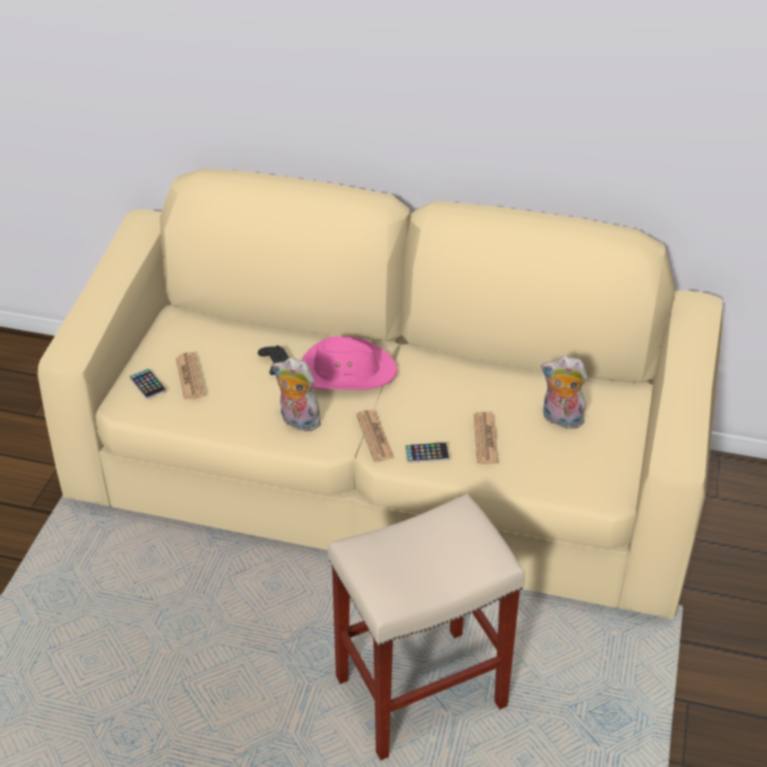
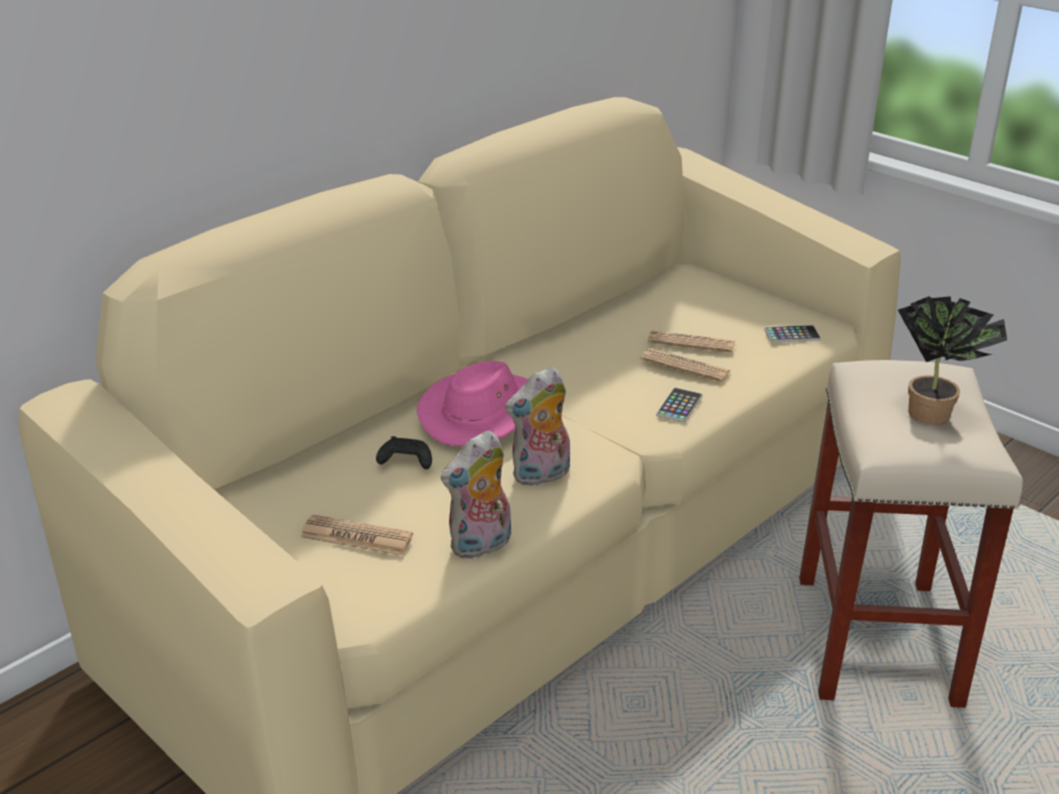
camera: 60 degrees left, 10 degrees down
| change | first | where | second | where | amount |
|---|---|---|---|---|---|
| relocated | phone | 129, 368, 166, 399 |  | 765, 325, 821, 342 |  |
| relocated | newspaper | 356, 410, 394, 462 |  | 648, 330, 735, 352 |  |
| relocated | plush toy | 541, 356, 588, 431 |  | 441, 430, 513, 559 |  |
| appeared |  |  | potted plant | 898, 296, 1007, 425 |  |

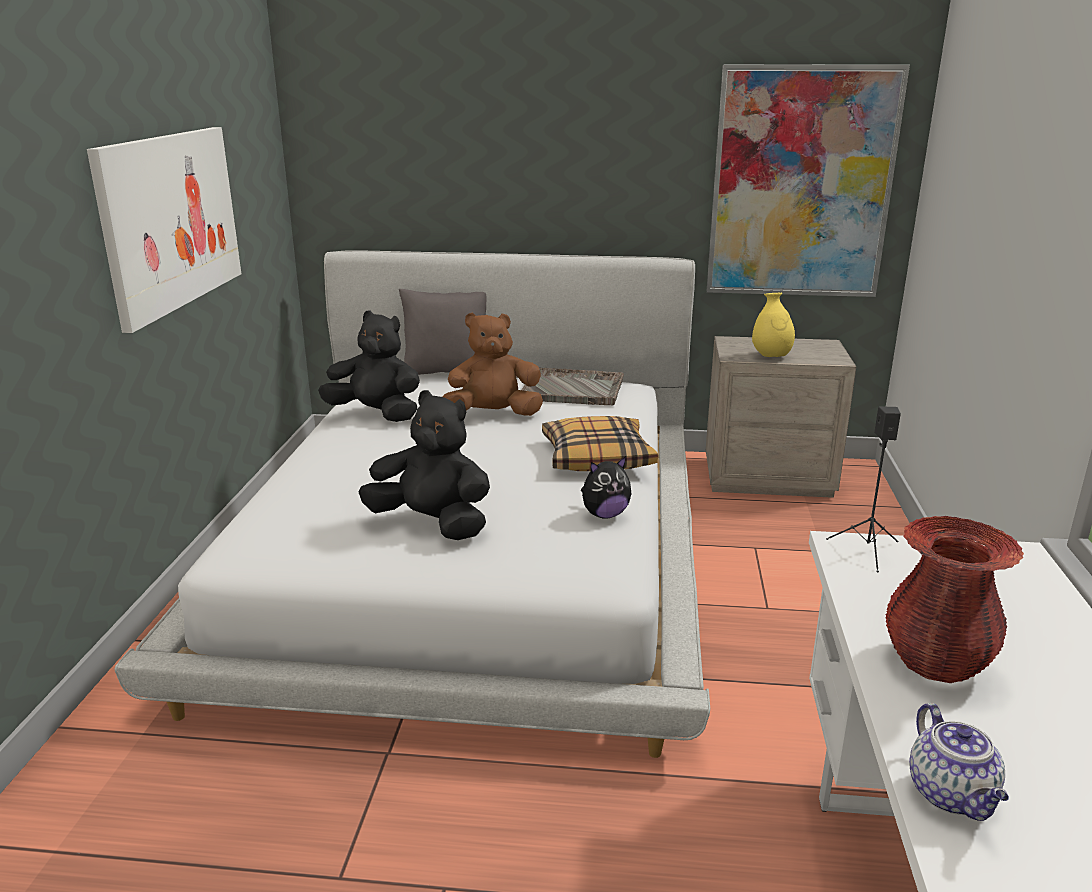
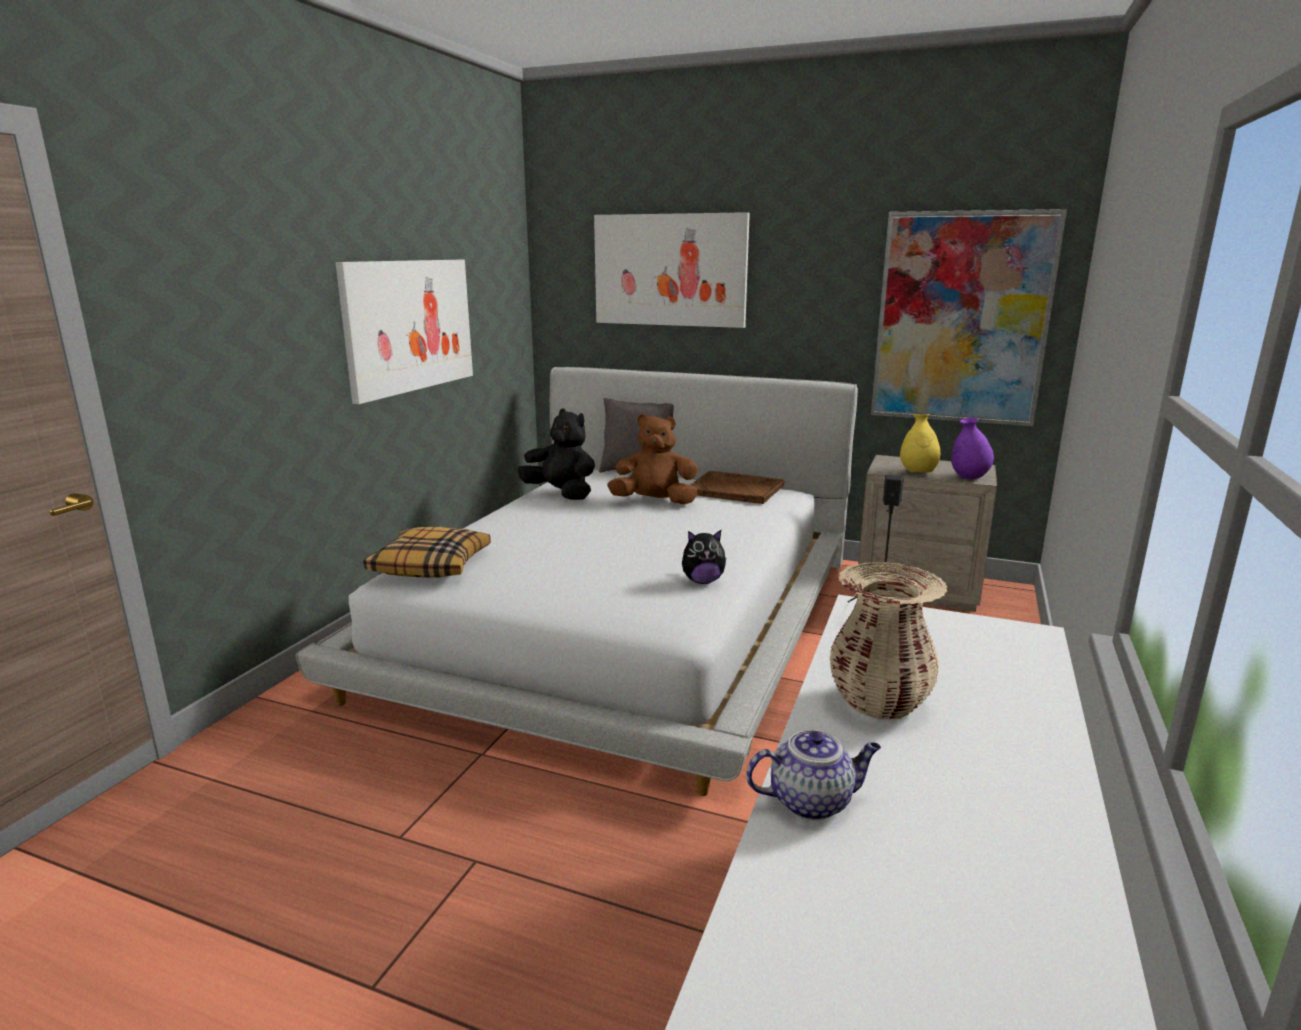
camera: 15 degrees right, 5 degrees down
| change | first | where | second | where | amount |
|---|---|---|---|---|---|
| missing | plush toy/black | 359, 390, 490, 540 |  |  |  |
| colour | tray/grey | 522, 367, 624, 405 | tray/brown | 690, 471, 785, 504 |  |
| relocated | pillow | 542, 416, 658, 471 |  | 363, 527, 491, 578 |  |
| colour | vase/red | 885, 516, 1024, 683 | vase/beige | 829, 562, 948, 719 |  |
| spun | teapot | 909, 703, 1009, 821 |  | 746, 730, 881, 820 | 105 degrees counterclockwise |
| appeared |  |  | picture | 594, 212, 750, 328 |  |
| appeared |  |  | vase/purple | 951, 418, 994, 479 |  |

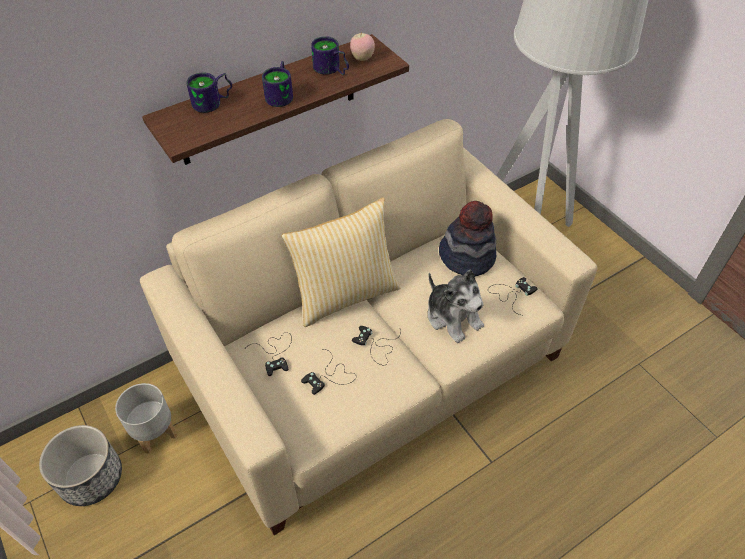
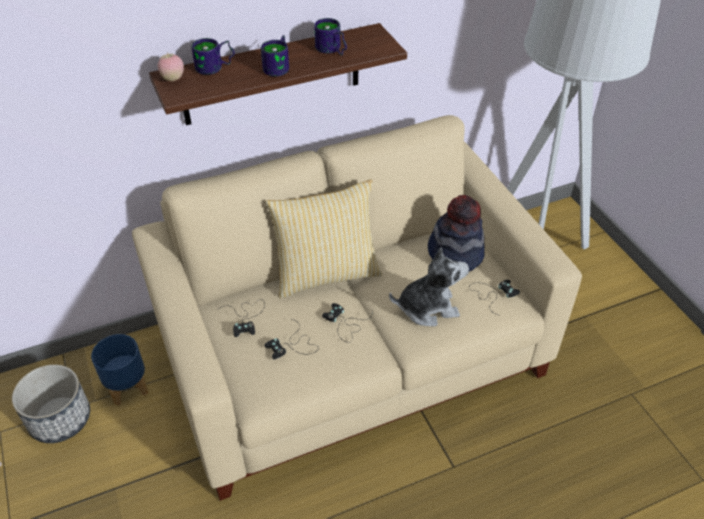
camera: 10 degrees right, 5 degrees down
| change | first | where | second | where | amount |
|---|---|---|---|---|---|
| colour | planter/grey | 115, 383, 177, 454 | planter/blue | 91, 334, 148, 406 |  |
| relocated | apple | 350, 33, 375, 61 |  | 157, 54, 184, 81 |  |
| spun | plush toy | 428, 270, 484, 343 |  | 389, 248, 469, 326 | 75 degrees counterclockwise |

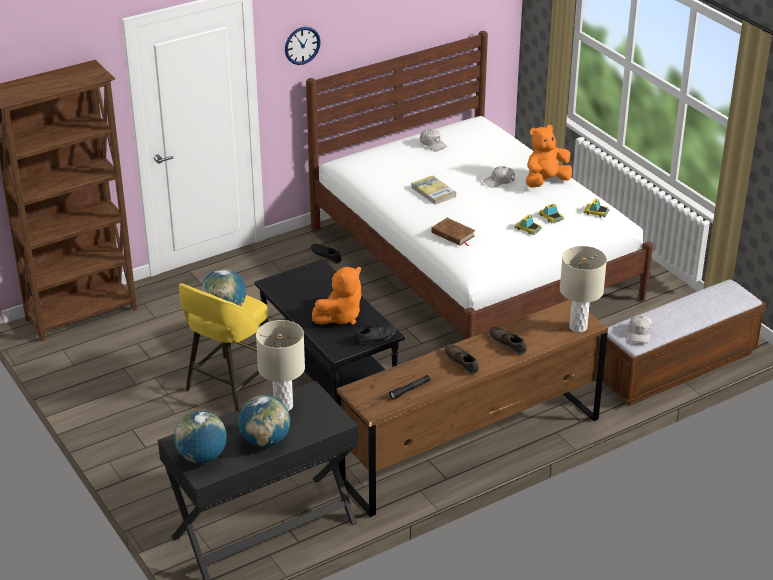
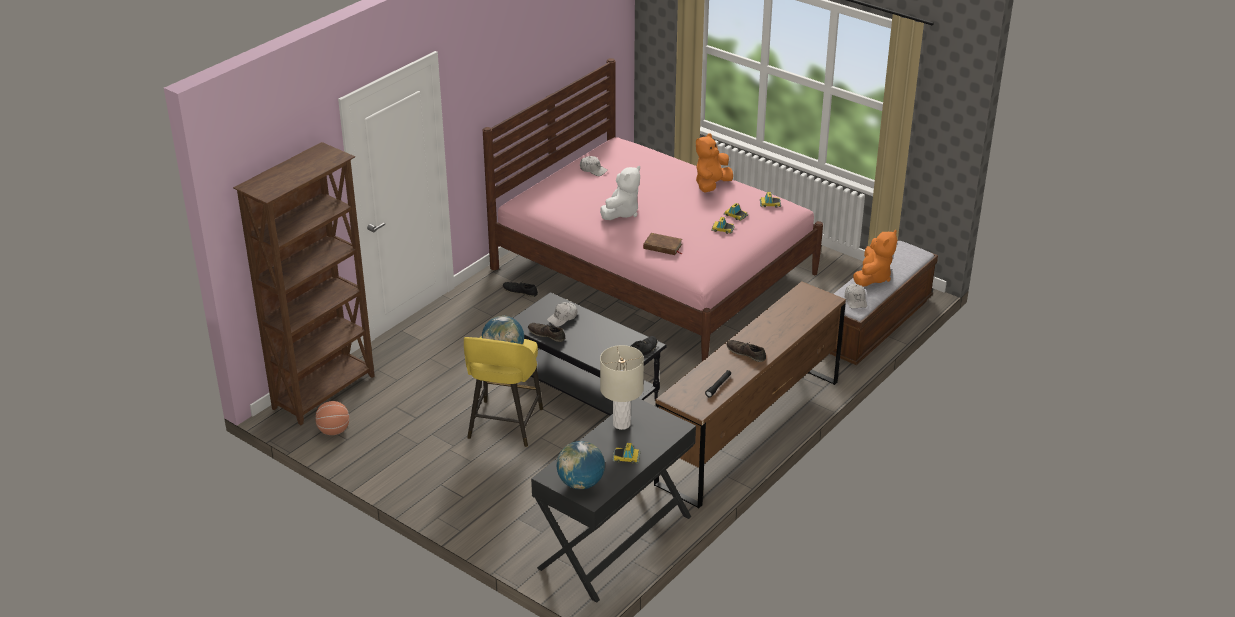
camera: 20 degrees left, 0 degrees up
| change | first | where | second | where | amount |
|---|---|---|---|---|---|
| exchanged | globe | 238, 395, 290, 447 | toy car | 612, 443, 641, 464 |  |
| missing | wall clock | 285, 27, 321, 65 |  |  |  |
| colour | bed/white | 306, 31, 653, 340 | bed/pink | 483, 58, 823, 361 |  |
| relocated | plush toy/orange | 312, 267, 362, 325 |  | 853, 230, 897, 286 |  |
| exchanged | book | 411, 175, 456, 205 | plush toy/white | 600, 166, 640, 220 |  |
| relocated | cap/white | 483, 166, 515, 188 |  | 547, 302, 577, 327 |  |
| relocated | shoe/brown | 489, 327, 527, 355 |  | 528, 323, 565, 342 |  |
| missing | table lamp/beige | 560, 246, 607, 332 |  |  |  |
| appeared |  |  | basketball | 315, 401, 349, 435 |  |

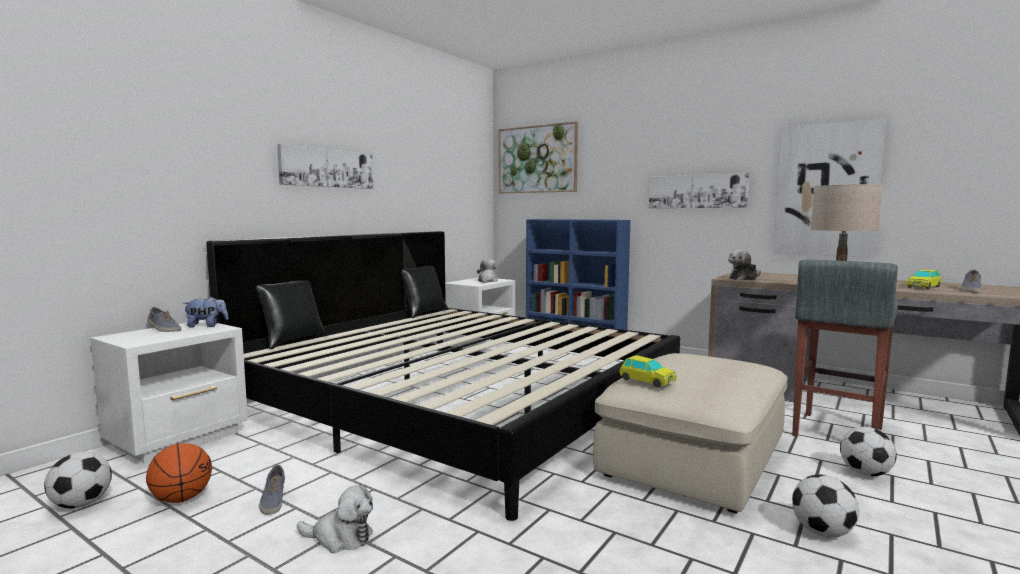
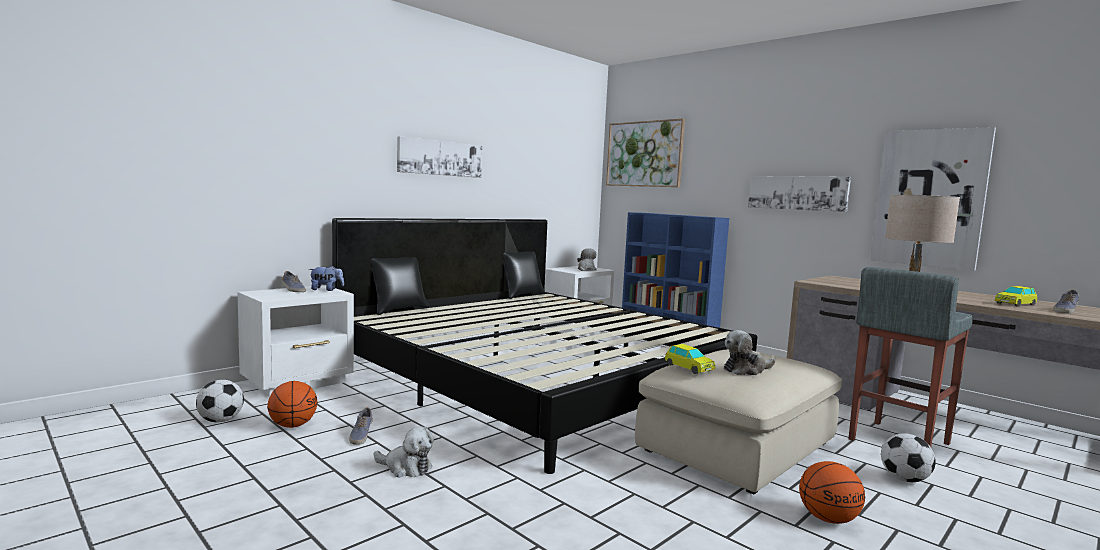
camera: 10 degrees right, 0 degrees up
| change | first | where | second | where | amount |
|---|---|---|---|---|---|
| relocated | plush toy | 728, 249, 761, 280 |  | 724, 330, 775, 375 |  |
| exchanged | football | 792, 475, 859, 537 | basketball | 799, 461, 865, 524 |  |

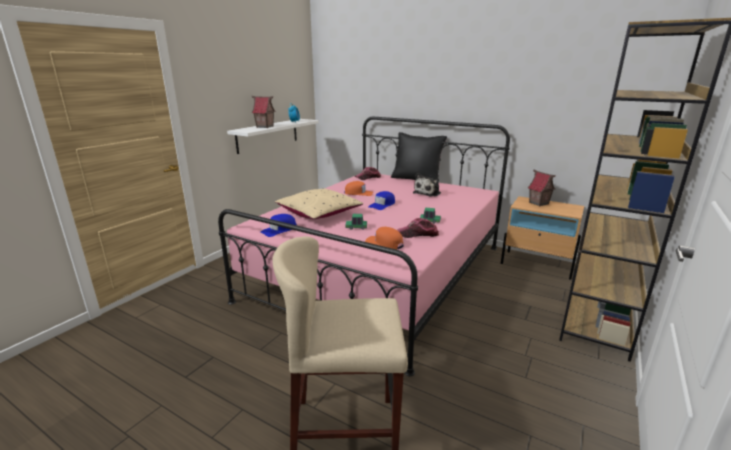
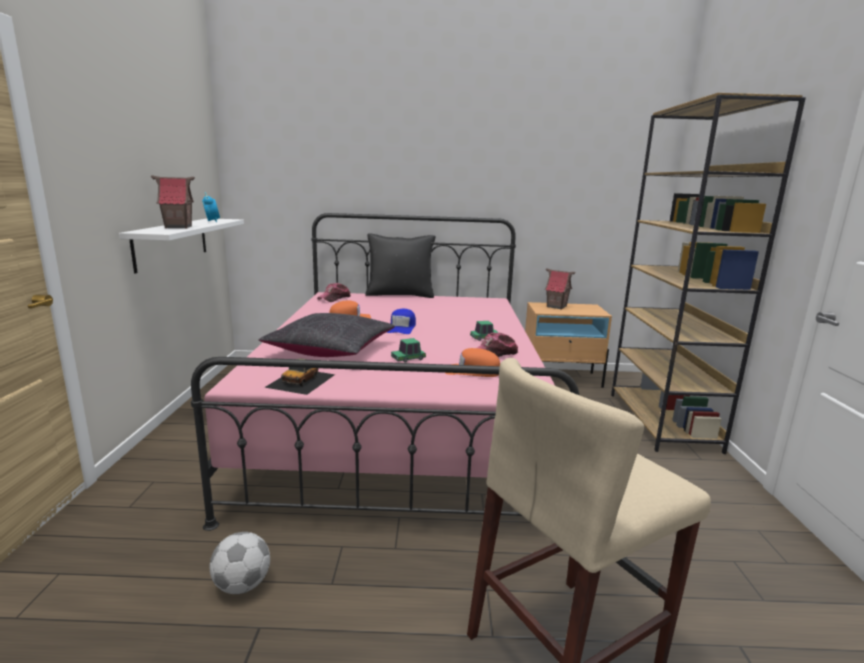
camera: 30 degrees left, 5 degrees down
| change | first | where | second | where | amount |
|---|---|---|---|---|---|
| exchanged | cap/blue | 260, 214, 297, 237 | toy car | 264, 358, 335, 395 |  |
| colour | pillow/beige | 275, 188, 363, 219 | pillow/black | 259, 313, 395, 357 |  |
| missing | plush toy | 413, 173, 441, 197 |  |  |  |
| appeared |  |  | football | 209, 532, 270, 594 |  |

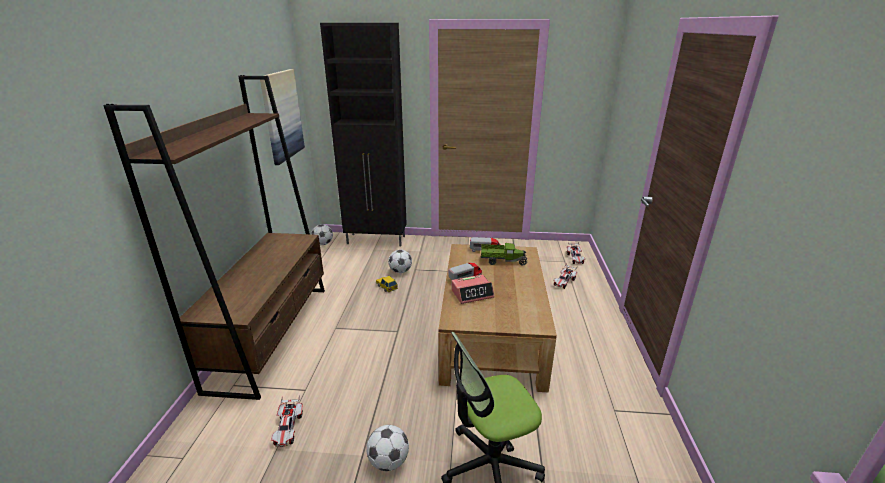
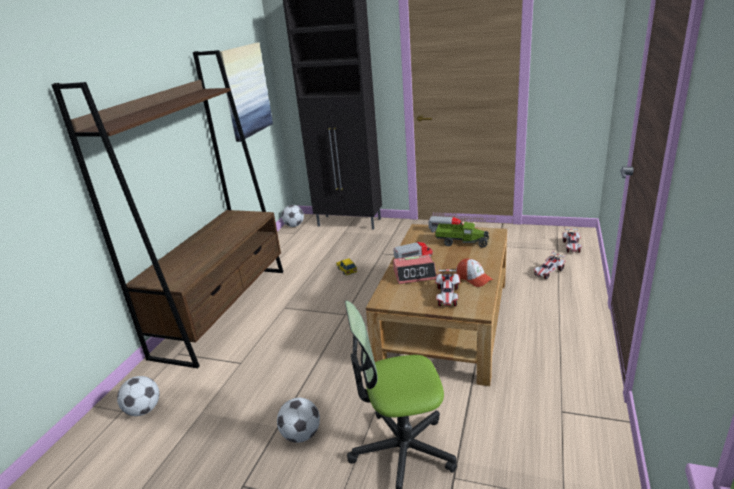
camera: 15 degrees right, 0 degrees up
| change | first | where | second | where | amount |
|---|---|---|---|---|---|
| relocated | toy car | 271, 395, 303, 447 |  | 435, 266, 460, 307 |  |
| relocated | football | 388, 250, 412, 273 |  | 117, 376, 159, 416 |  |
| appeared |  |  | cap | 457, 259, 493, 287 |  |

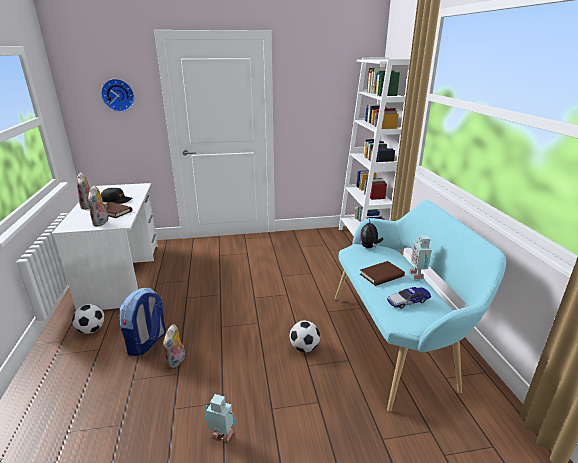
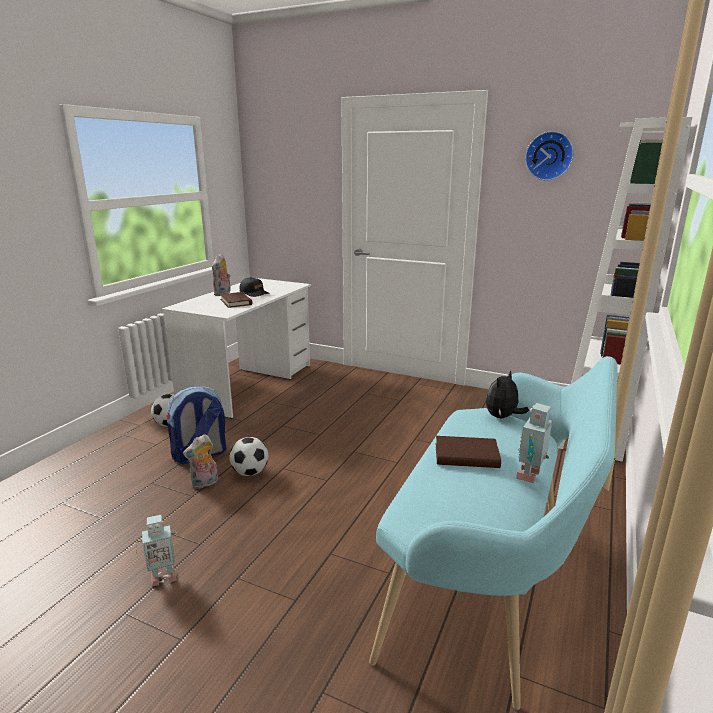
camera: 35 degrees right, 5 degrees down
| change | first | where | second | where | amount |
|---|---|---|---|---|---|
| missing | plush toy | 88, 186, 108, 226 |  |  |  |
| relocated | wall clock | 101, 79, 135, 112 |  | 525, 131, 574, 180 |  |
| spun | toy robot | 205, 394, 235, 442 |  | 135, 515, 180, 586 | 105 degrees clockwise |
| relocated | football | 290, 321, 320, 352 |  | 229, 437, 268, 476 |  |
| missing | toy car | 387, 287, 431, 309 |  |  |  |

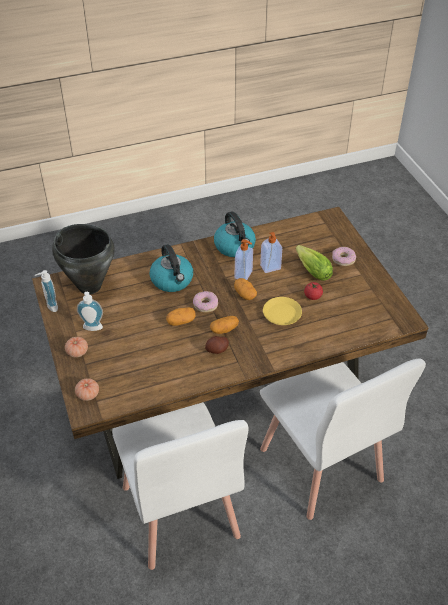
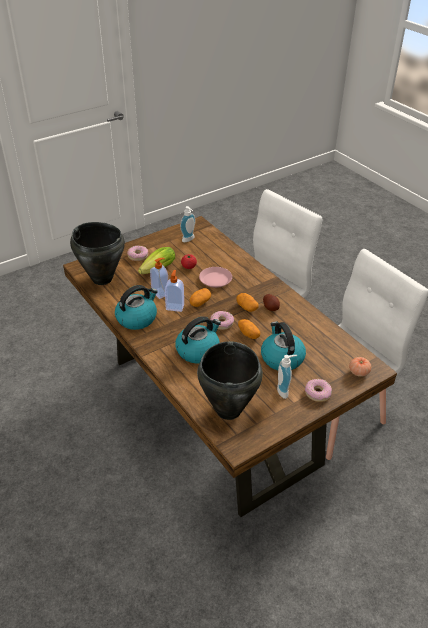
camera: 105 degrees left, 5 degrees down
| change | first | where | second | where | amount |
|---|---|---|---|---|---|
| relocated | soap dispenser | 35, 270, 58, 312 |  | 180, 206, 196, 242 |  |
| exchanged | tomato | 65, 337, 88, 357 | donut | 305, 379, 332, 402 |  |
| colour | plate/yellow | 263, 297, 302, 325 | plate/pink | 199, 267, 232, 288 |  |
| appeared |  |  | cooking pot/black | 70, 222, 125, 285 |  |
| appeared |  |  | kettle | 261, 322, 306, 370 |  |

